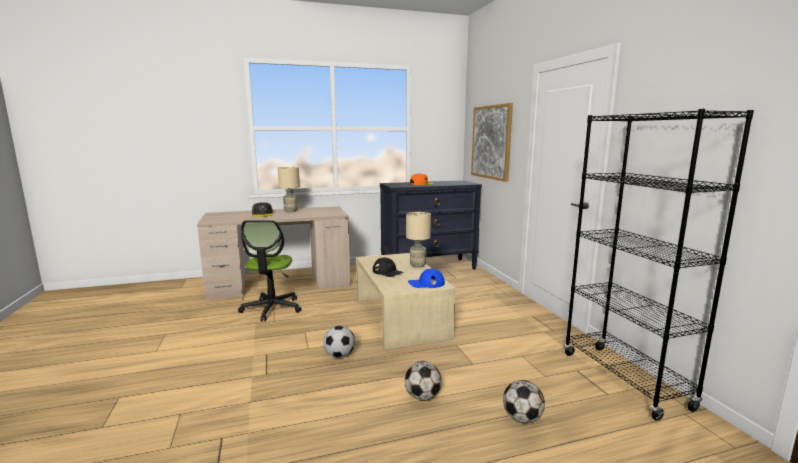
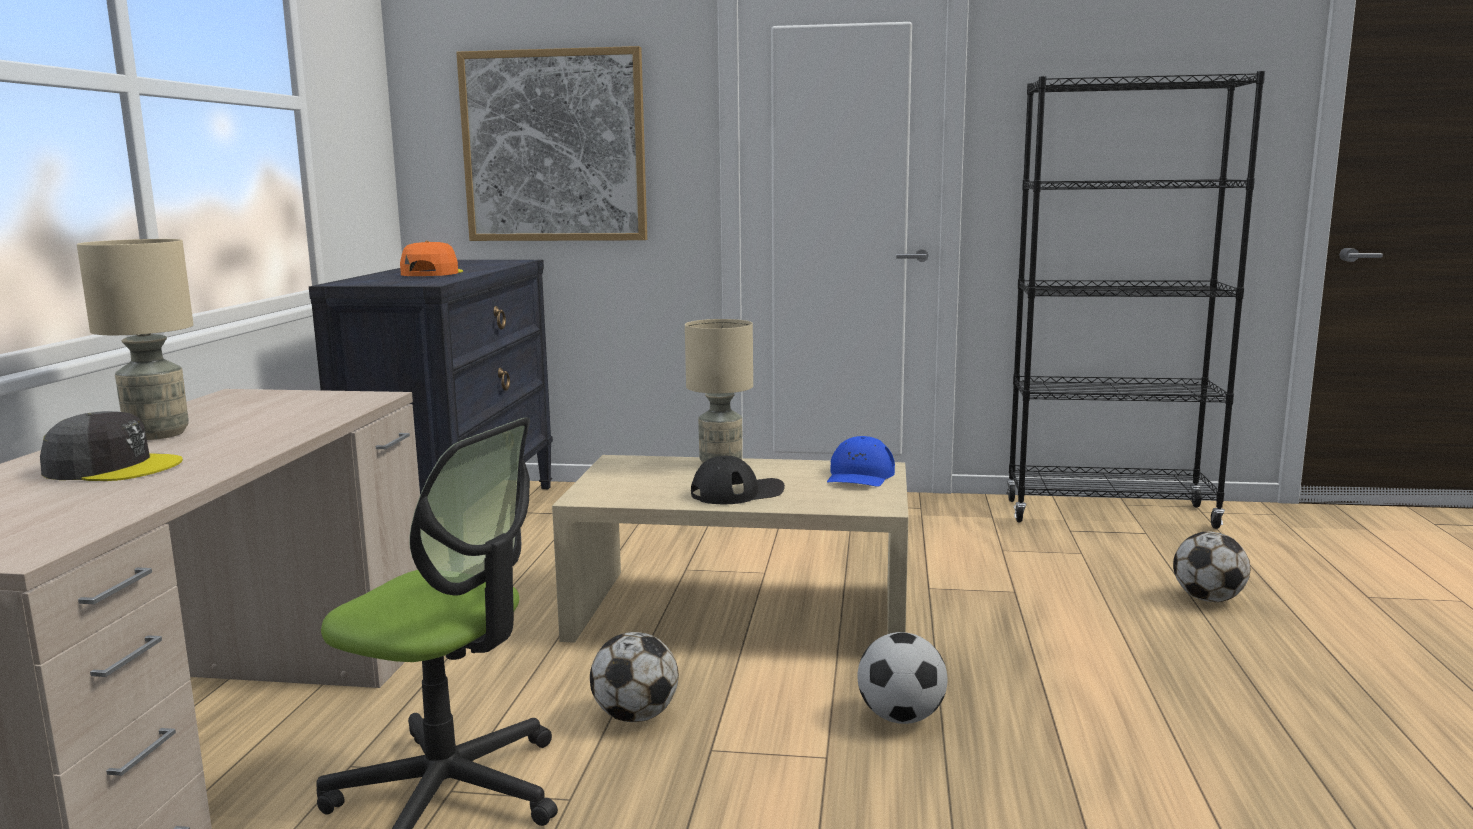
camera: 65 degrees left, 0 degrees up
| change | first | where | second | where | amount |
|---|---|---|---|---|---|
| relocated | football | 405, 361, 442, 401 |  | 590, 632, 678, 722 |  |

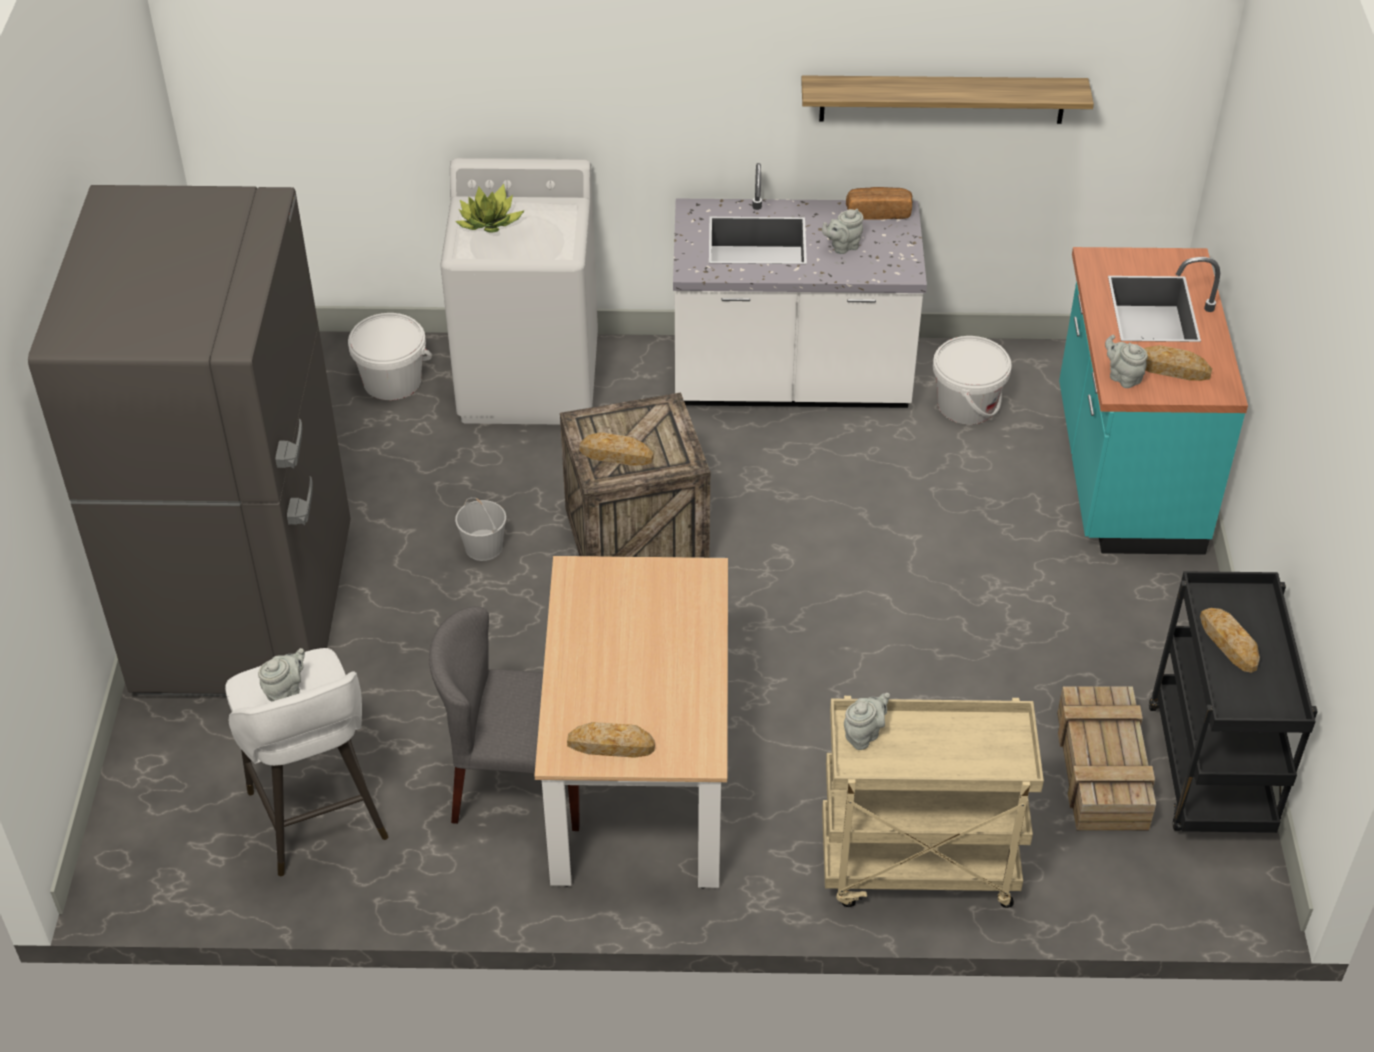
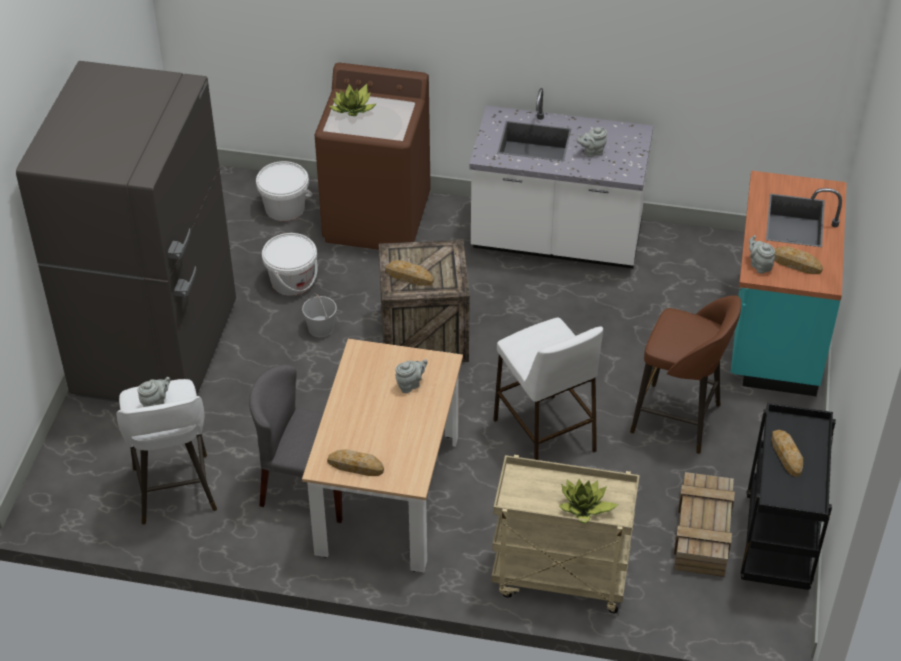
camera: 10 degrees right, 0 degrees up
| change | first | where | second | where | amount |
|---|---|---|---|---|---|
| colour | washing machine/white | 440, 158, 598, 425 | washing machine/brown | 315, 63, 431, 250 |  |
| missing | shelf | 801, 75, 1094, 124 |  |  |  |
| relocated | teapot/grey | 844, 693, 890, 750 |  | 396, 359, 427, 393 |  |
| missing | bread | 846, 187, 912, 220 |  |  |  |
| relocated | bucket/white | 933, 336, 1012, 424 |  | 262, 233, 318, 296 |  |
| appeared |  |  | stool/white | 493, 317, 603, 460 |  |
| appeared |  |  | potted plant | 559, 479, 618, 523 |  |
| appeared |  |  | stool/brown | 630, 295, 741, 454 |  |

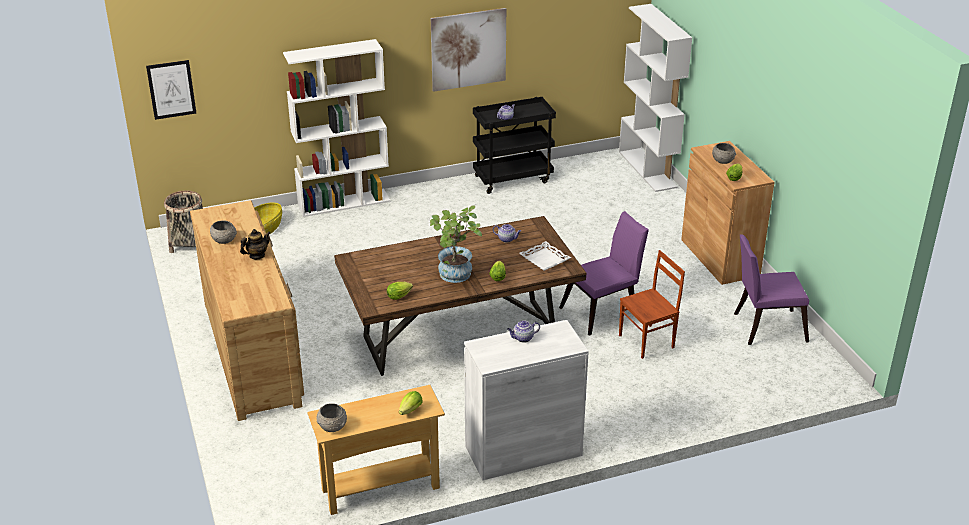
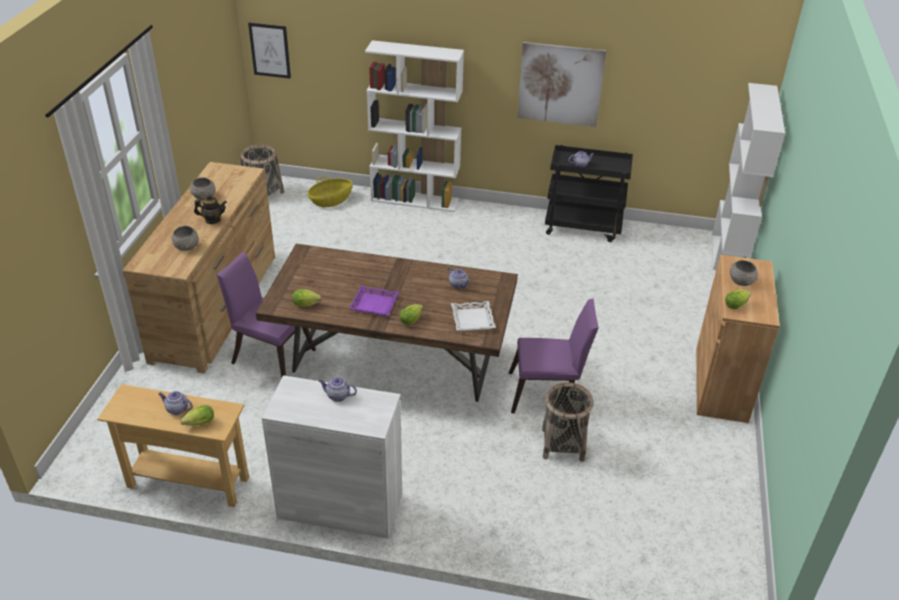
camera: 30 degrees right, 5 degrees up
| change | first | where | second | where | amount |
|---|---|---|---|---|---|
| relocated | bowl/grey | 317, 403, 347, 432 |  | 172, 226, 199, 251 |  |
| exchanged | potted plant | 430, 205, 482, 283 | tray/purple | 348, 285, 400, 316 |  |
| exchanged | chair/brown | 619, 250, 685, 359 | basket | 542, 382, 594, 462 |  |
| relocated | chair/purple | 734, 234, 809, 345 |  | 217, 252, 316, 377 |  |
| appeared |  |  | teapot | 158, 391, 193, 415 |  |

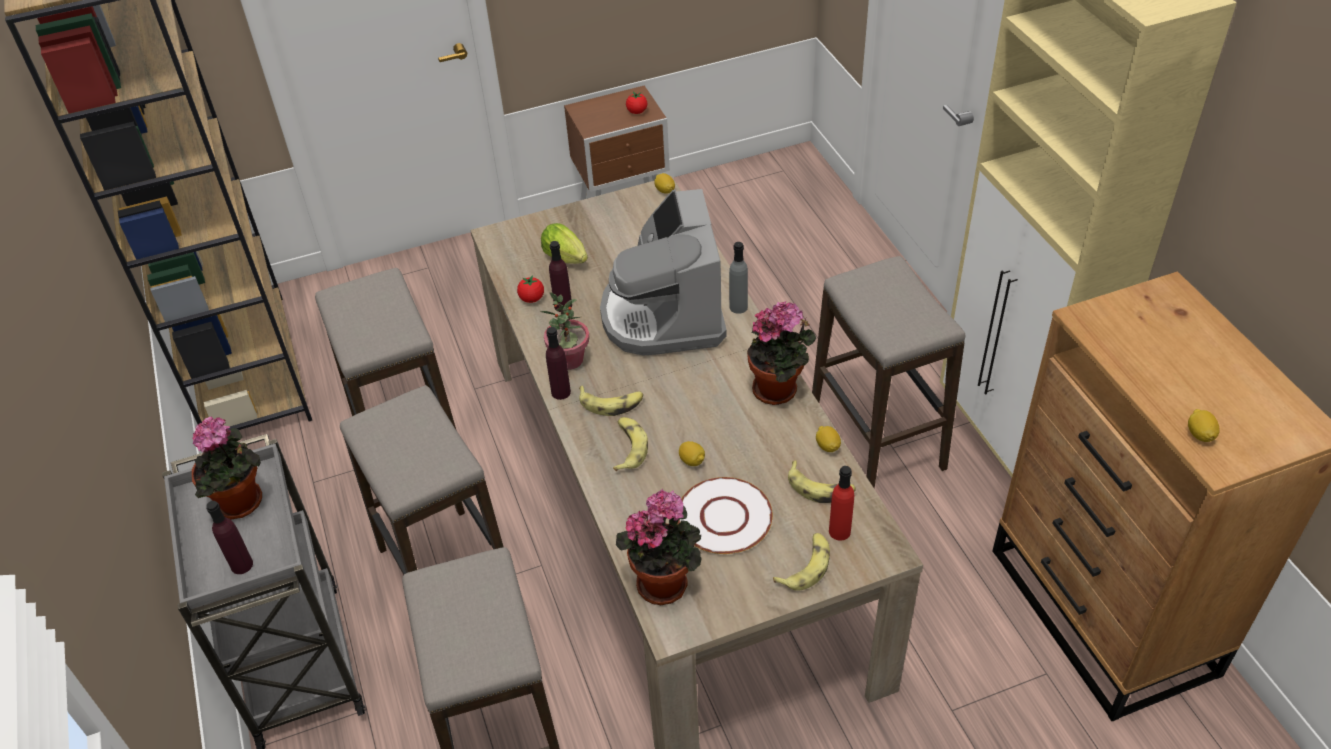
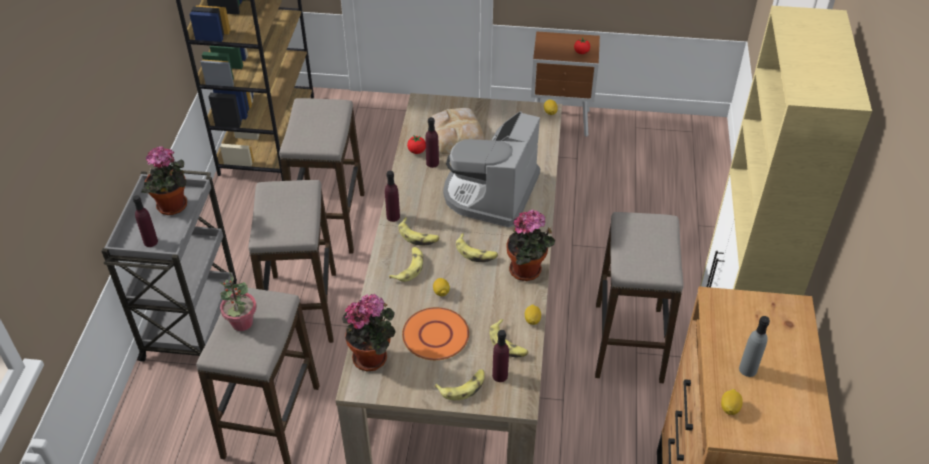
camera: 25 degrees right, 0 degrees up
| change | first | where | second | where | amount |
|---|---|---|---|---|---|
| relocated | potted plant | 540, 292, 590, 370 |  | 219, 272, 257, 331 |  |
| exchanged | lettuce | 541, 223, 588, 264 | bread | 431, 108, 484, 154 |  |
| colour | plate/white | 677, 477, 773, 554 | plate/orange | 402, 307, 469, 360 |  |
| relocated | bottle/grey | 729, 242, 748, 314 |  | 739, 316, 770, 377 |  |
| colour | bottle/red | 829, 466, 854, 541 | bottle/purple | 492, 330, 509, 382 |  |
| appeared |  |  | banana | 456, 233, 498, 262 |  |

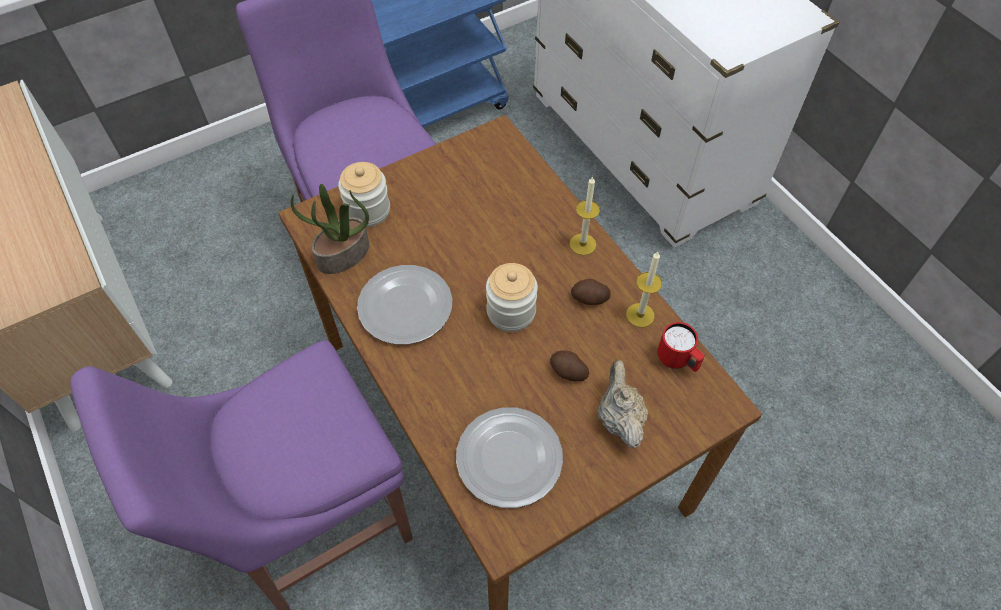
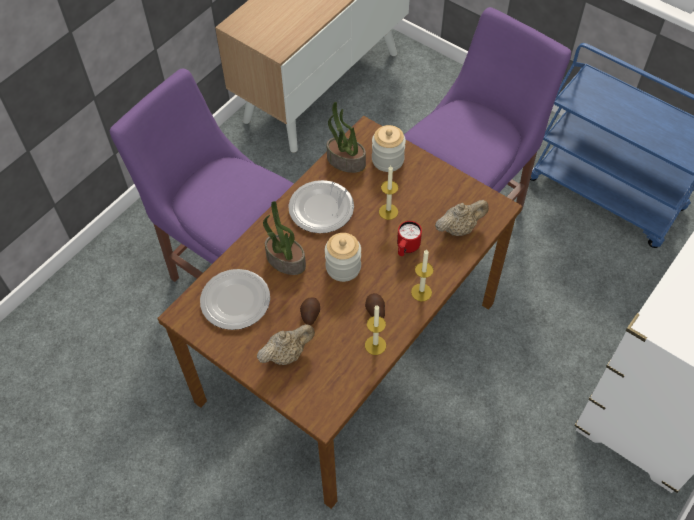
camera: 70 degrees right, 0 degrees up
| change | first | where | second | where | amount |
|---|---|---|---|---|---|
| relocated | mug/red | 657, 322, 705, 372 |  | 397, 221, 422, 256 |  |
| appeared |  |  | potted plant | 263, 201, 306, 275 |  |
| appeared |  |  | candle | 379, 166, 398, 220 |  |
| appeared |  |  | teapot/beige | 435, 200, 488, 236 |  |

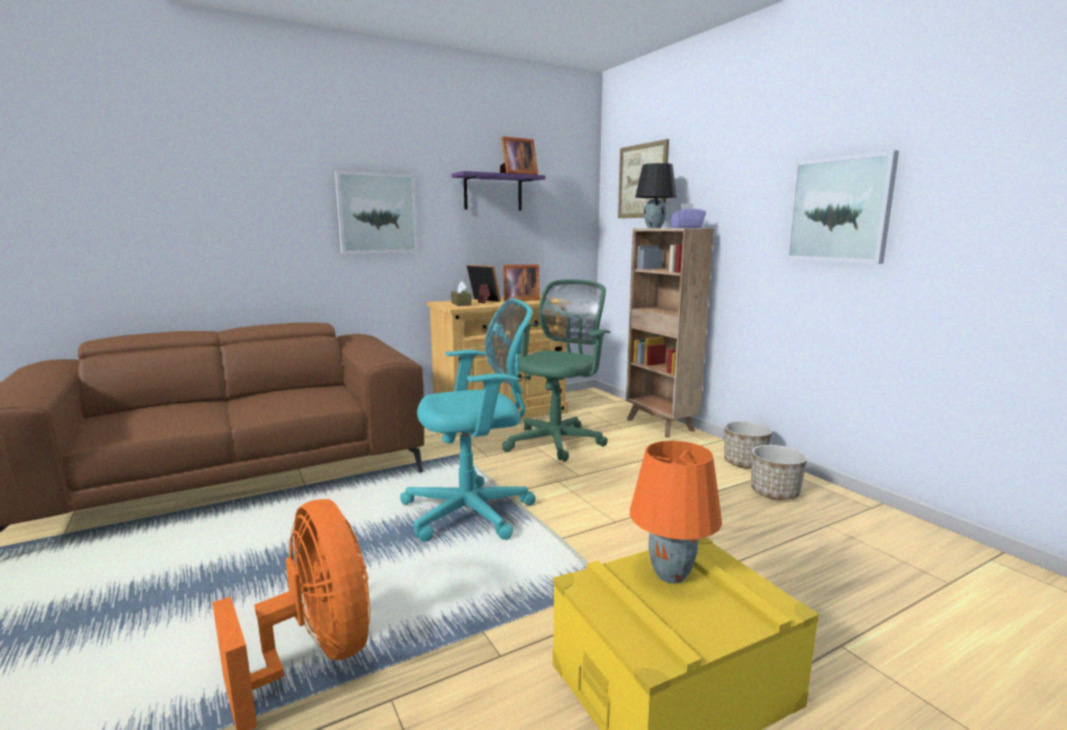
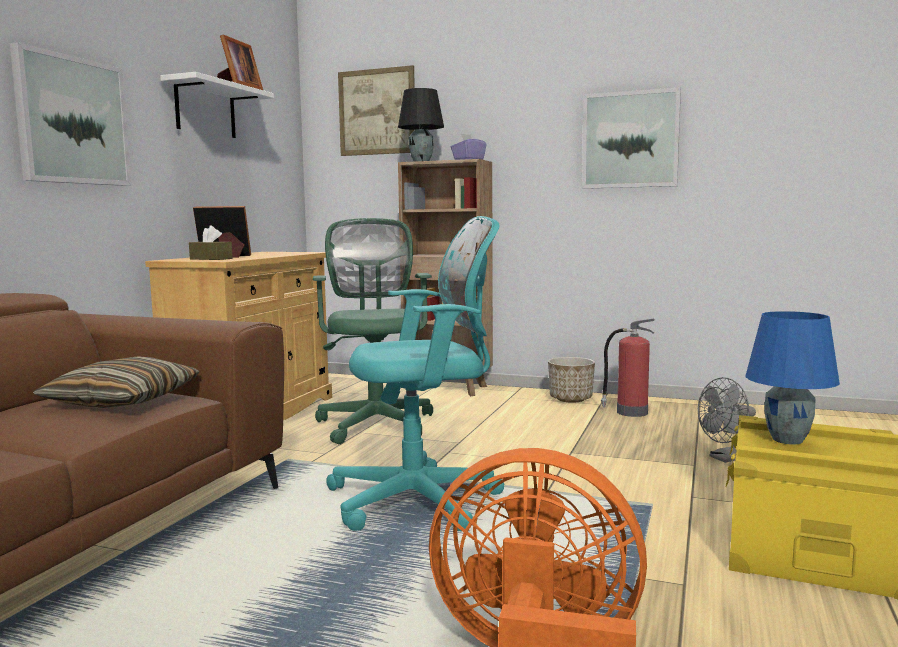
camera: 40 degrees left, 5 degrees down
| change | first | where | second | where | amount |
|---|---|---|---|---|---|
| spun | office chair/turquoise | 400, 298, 536, 542 |  | 326, 216, 505, 532 | 45 degrees clockwise |
| colour | shelf/purple | 452, 171, 546, 211 | shelf/white | 160, 72, 274, 138 |  |
| missing | picture frame | 503, 265, 540, 301 |  |  |  |
| colour | table lamp/orange | 630, 441, 722, 584 | table lamp/blue | 745, 311, 840, 445 |  |
| exchanged | planter | 751, 445, 807, 500 | fire extinguisher | 601, 319, 654, 417 |  |
| appeared |  |  | pillow | 33, 356, 200, 408 |  |
| appeared |  |  | fan/grey | 698, 377, 756, 463 |  |

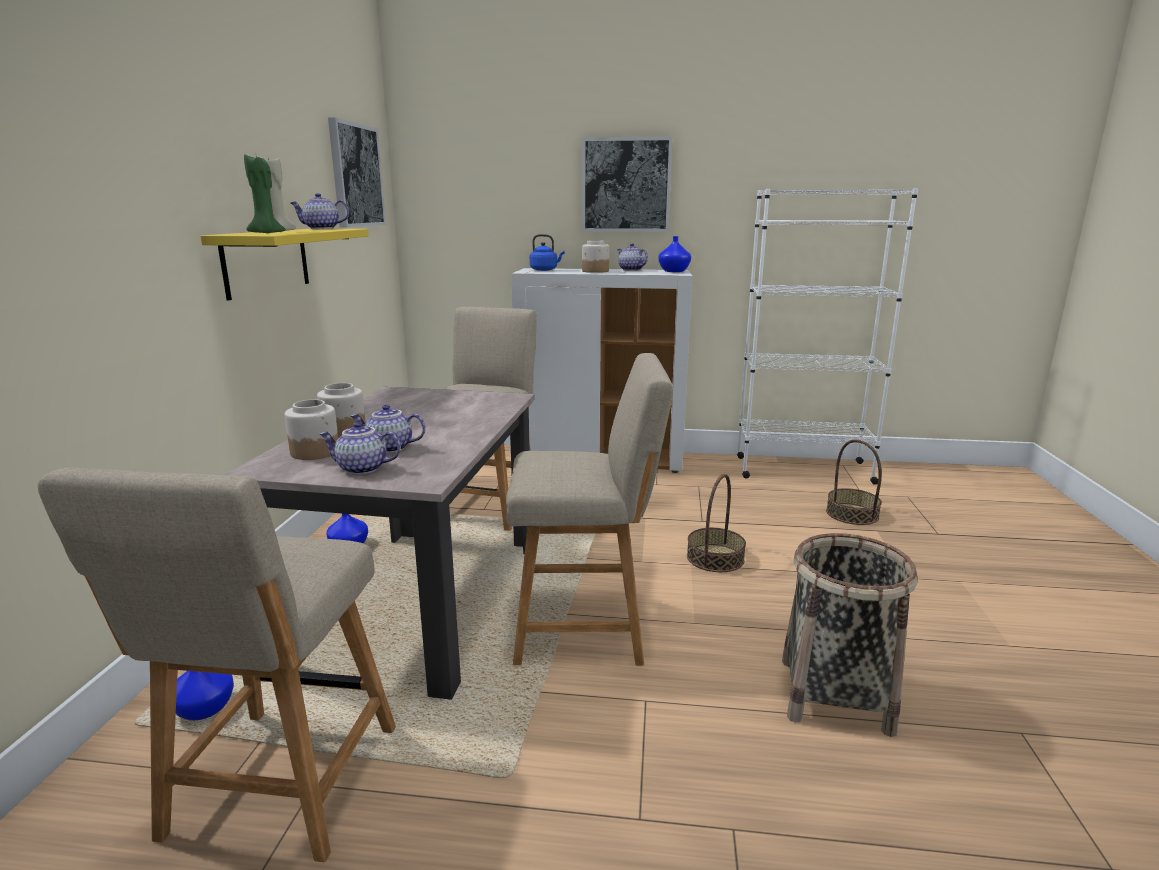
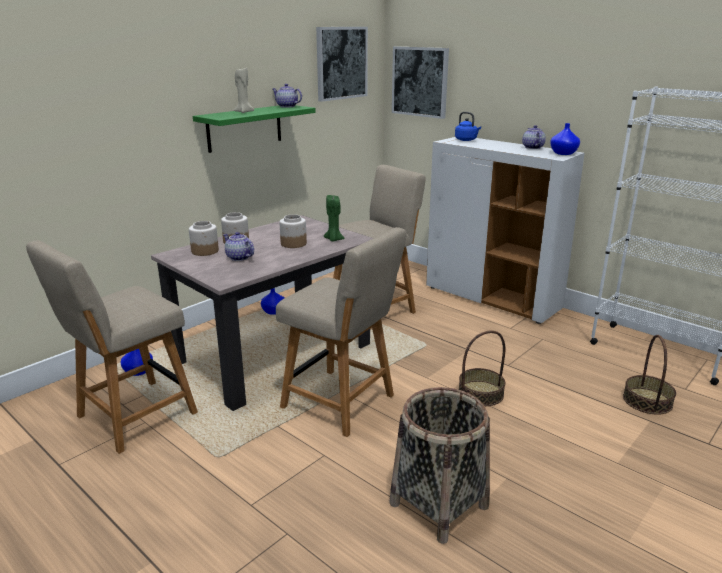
camera: 35 degrees right, 5 degrees up
| change | first | where | second | where | amount |
|---|---|---|---|---|---|
| colour | shelf/yellow | 201, 229, 369, 301 | shelf/green | 193, 105, 316, 153 |  |
| relocated | candle/green | 244, 154, 286, 233 |  | 324, 195, 345, 242 |  |
| missing | teapot | 319, 422, 401, 475 |  |  |  |
| relocated | picture | 582, 136, 673, 232 |  | 392, 47, 449, 119 |  |
| relocated | jar | 582, 240, 609, 273 |  | 280, 214, 307, 248 |  |

